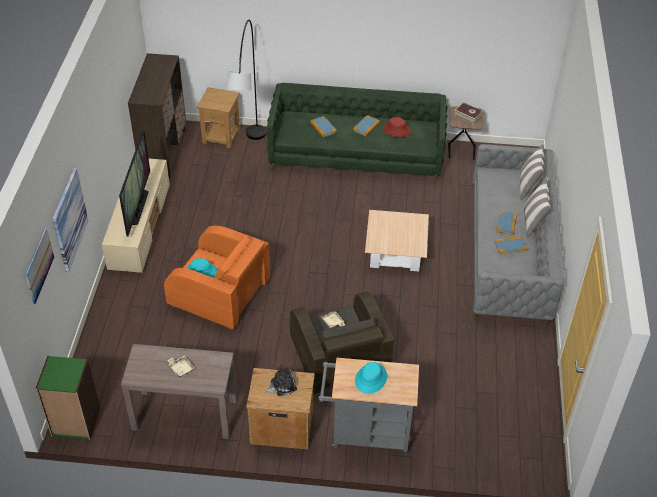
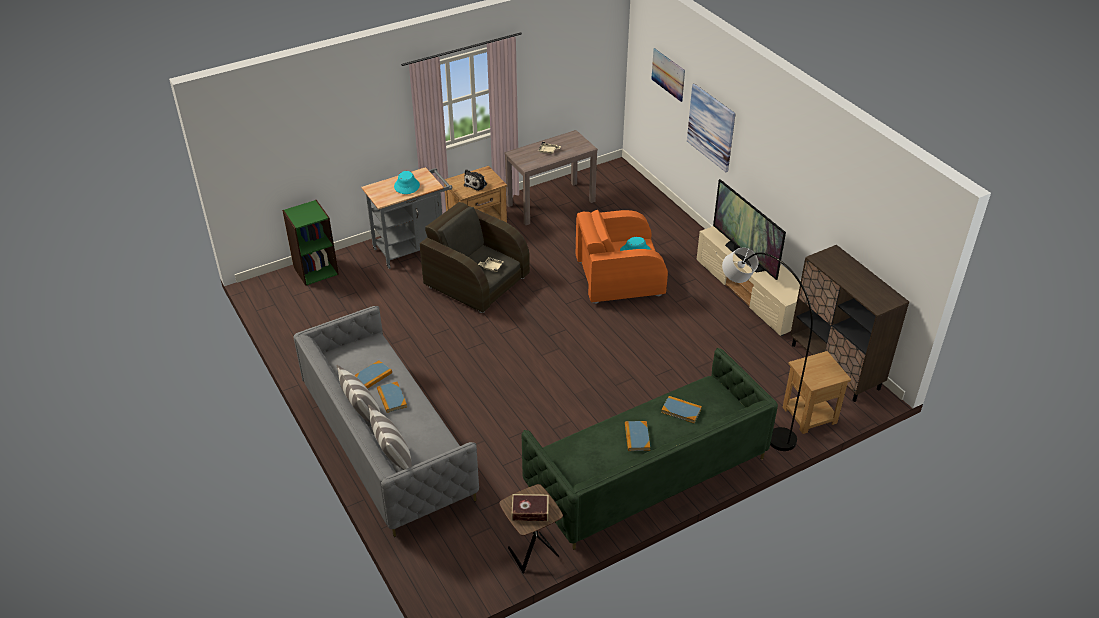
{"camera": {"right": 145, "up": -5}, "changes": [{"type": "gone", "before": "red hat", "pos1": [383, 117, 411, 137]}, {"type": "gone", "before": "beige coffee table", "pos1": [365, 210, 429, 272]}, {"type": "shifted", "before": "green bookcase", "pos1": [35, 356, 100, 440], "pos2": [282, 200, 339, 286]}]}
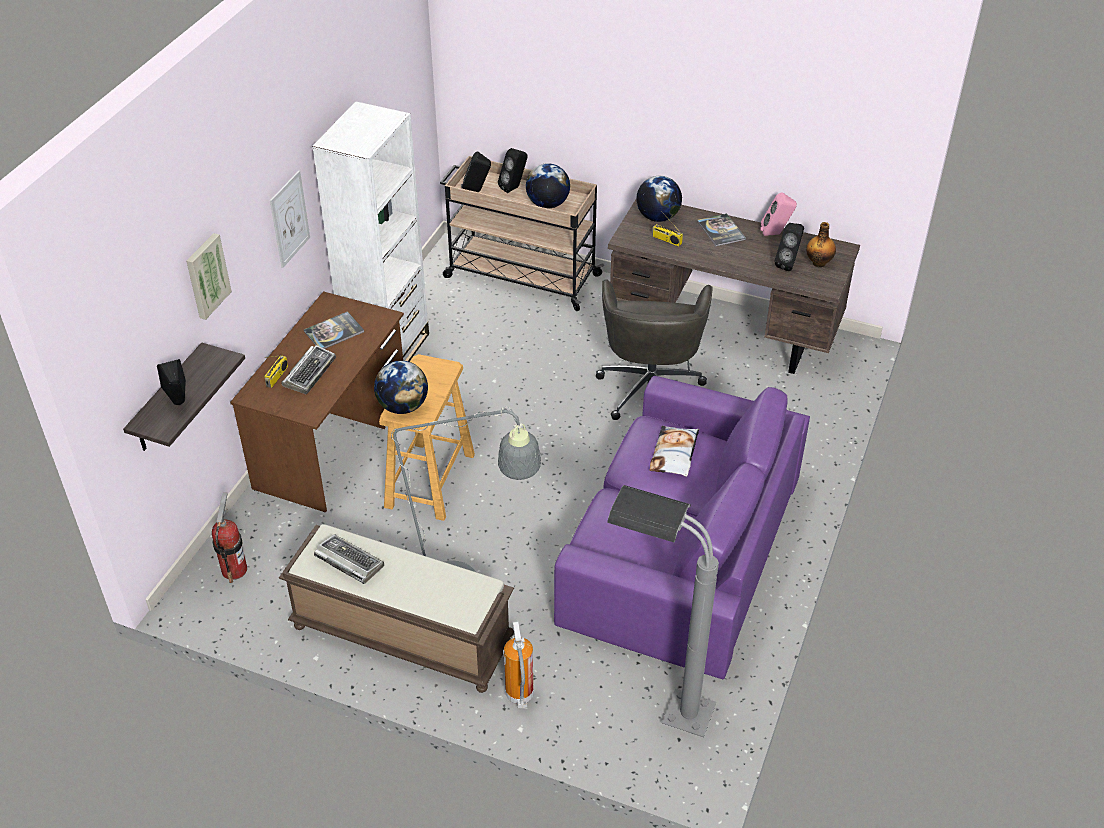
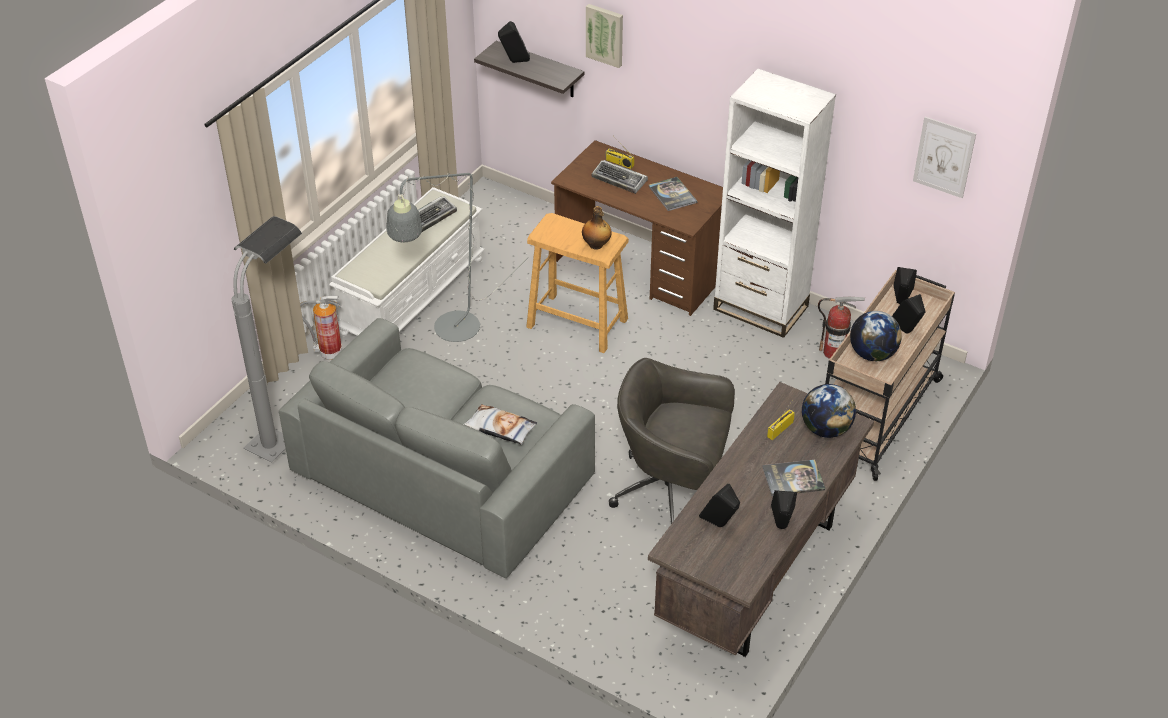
{"camera": {"right": 100, "up": 0}, "changes": [{"type": "shifted", "before": "picture", "pos1": [270, 171, 310, 268], "pos2": [913, 117, 976, 198]}, {"type": "repainted", "before": "pink speaker", "after": "black speaker", "pos1": [761, 192, 797, 236], "pos2": [771, 490, 797, 529]}, {"type": "shifted", "before": "bottle", "pos1": [806, 222, 836, 268], "pos2": [582, 206, 612, 250]}, {"type": "gone", "before": "globe", "pos1": [374, 360, 428, 414]}, {"type": "repainted", "before": "purple sofa", "after": "grey sofa", "pos1": [554, 376, 810, 679], "pos2": [279, 318, 595, 578]}, {"type": "shifted", "before": "fire extinguisher", "pos1": [212, 492, 247, 583], "pos2": [818, 297, 865, 359]}, {"type": "repainted", "before": "brown bench", "after": "white bench", "pos1": [279, 524, 514, 693], "pos2": [329, 187, 485, 336]}]}
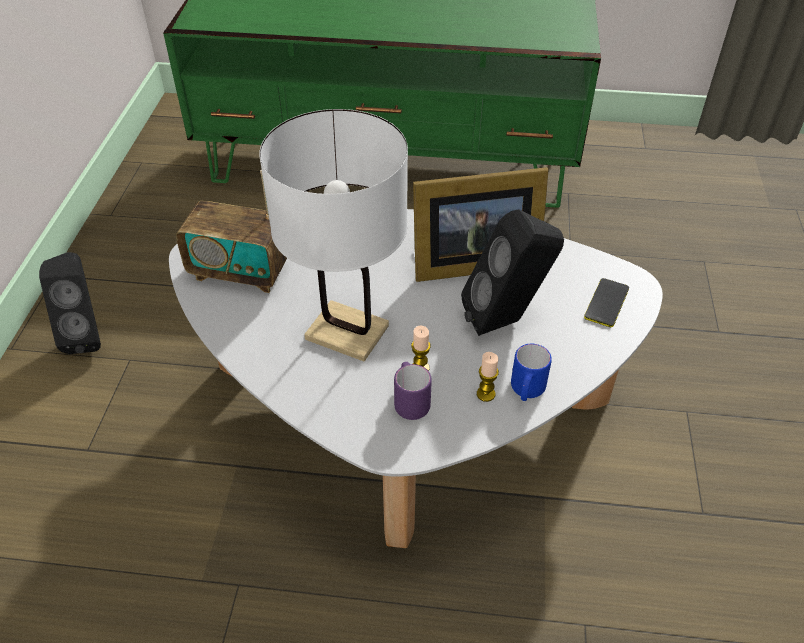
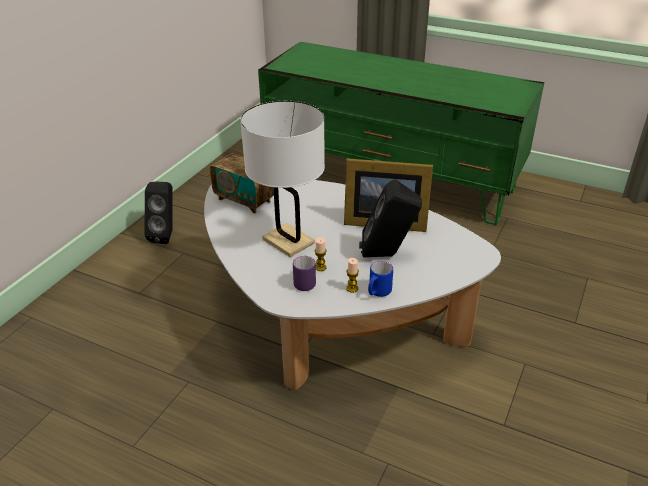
{"camera": {"right": 20, "up": -10}, "changes": [{"type": "gone", "before": "phone", "pos1": [584, 278, 629, 327]}]}
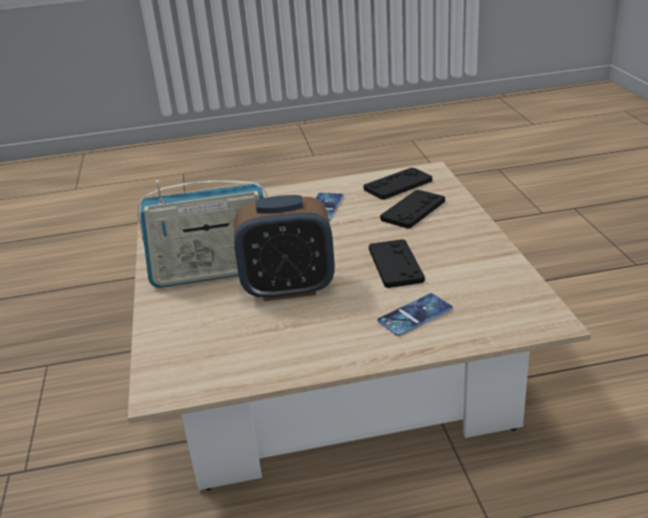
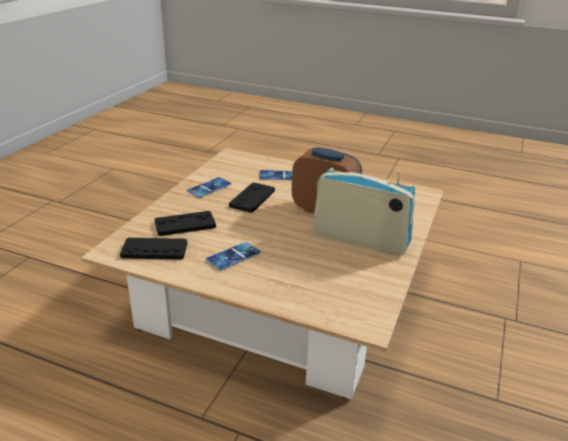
{"camera": {"right": -150, "up": 0}, "changes": [{"type": "new", "after": "phone", "pos2": [187, 177, 231, 198]}]}
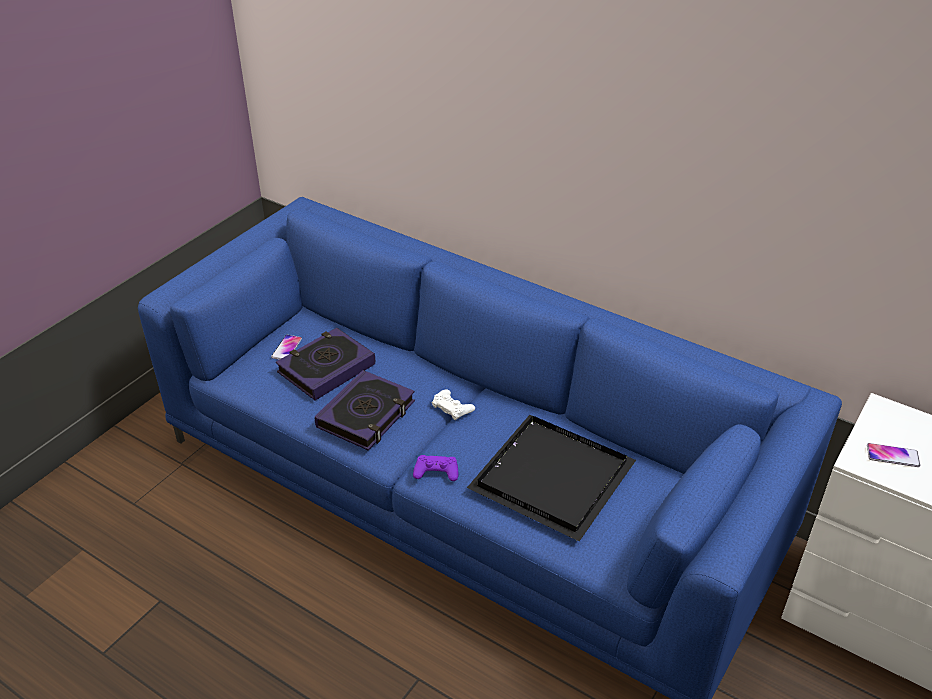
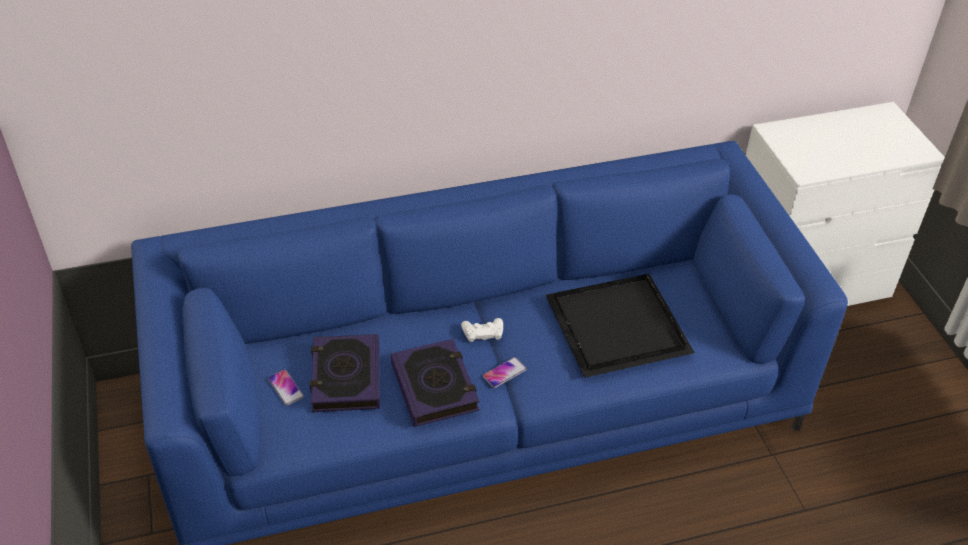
{"camera": {"right": -50, "up": 5}, "changes": [{"type": "shifted", "before": "phone", "pos1": [867, 443, 920, 467], "pos2": [483, 357, 527, 388]}, {"type": "gone", "before": "purple game controller", "pos1": [413, 455, 458, 481]}]}
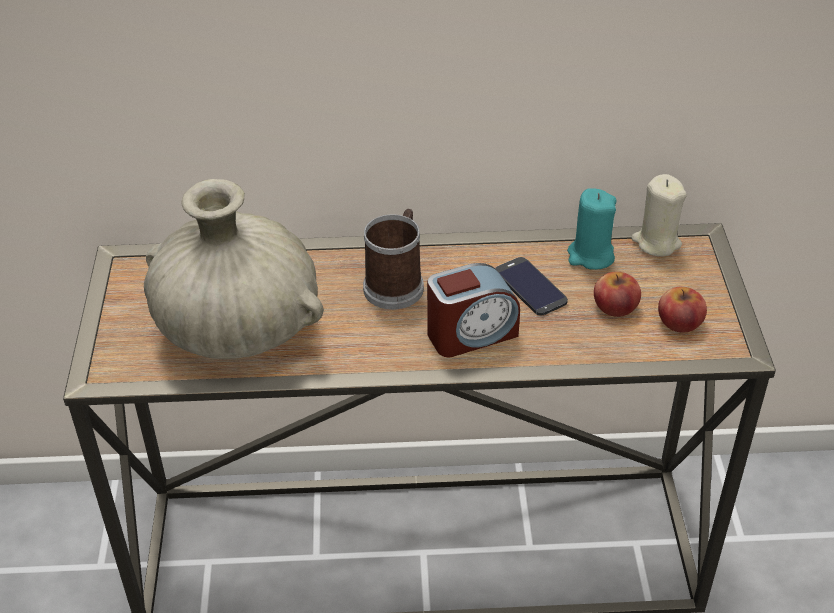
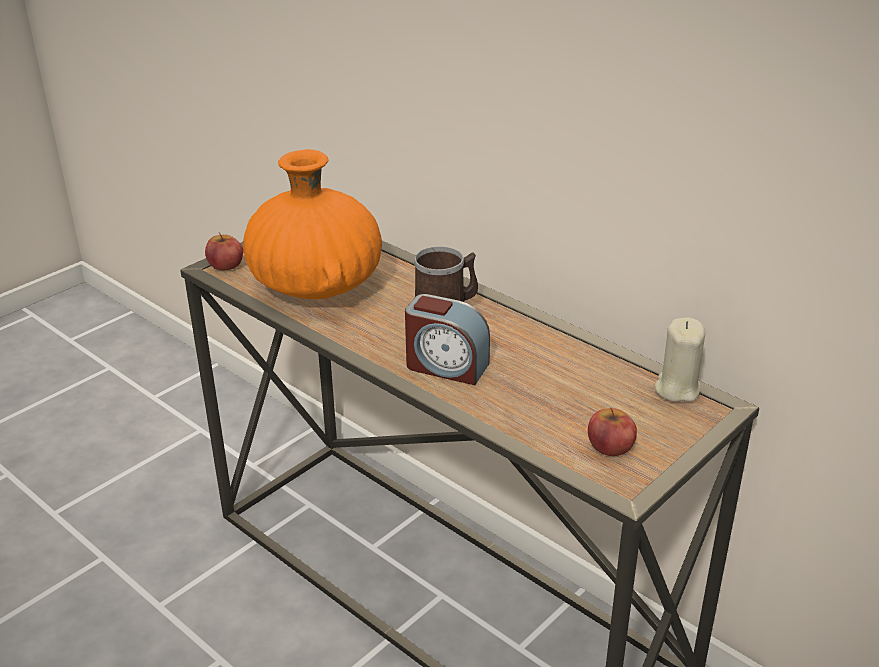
{"camera": {"right": 45, "up": -10}, "changes": [{"type": "repainted", "before": "beige vase", "after": "orange vase", "pos1": [144, 179, 324, 359], "pos2": [243, 149, 382, 299]}, {"type": "gone", "before": "turquoise candle", "pos1": [567, 188, 616, 270]}, {"type": "gone", "before": "phone", "pos1": [495, 257, 568, 316]}, {"type": "shifted", "before": "apple", "pos1": [594, 272, 641, 317], "pos2": [205, 233, 243, 270]}]}
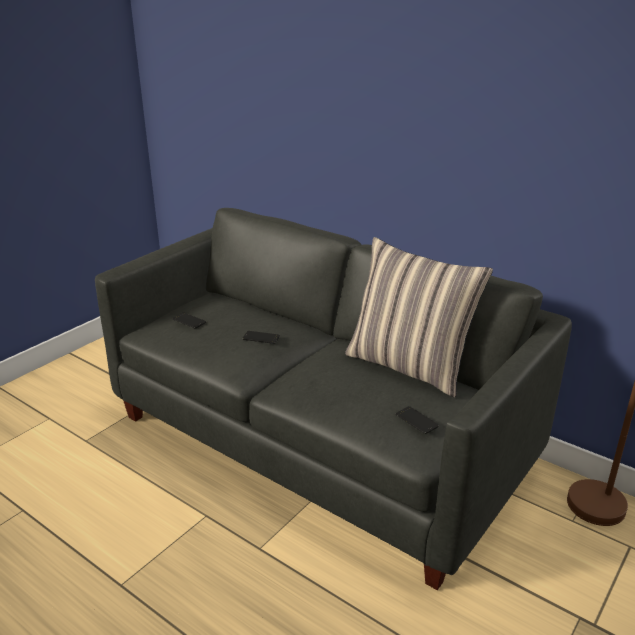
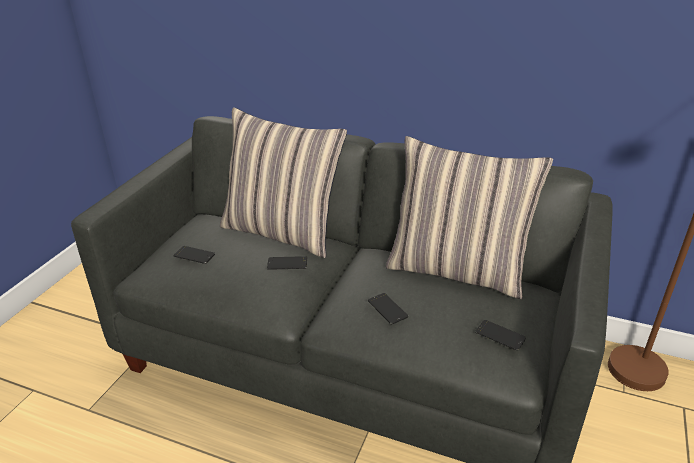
{"camera": {"right": -15, "up": 5}, "changes": [{"type": "new", "after": "pillow", "pos2": [220, 107, 347, 258]}, {"type": "new", "after": "phone", "pos2": [368, 293, 408, 324]}]}
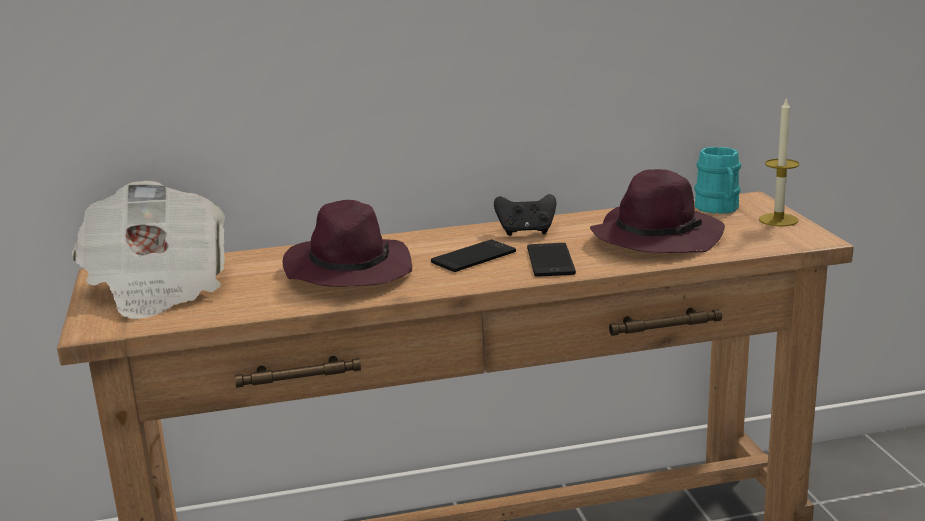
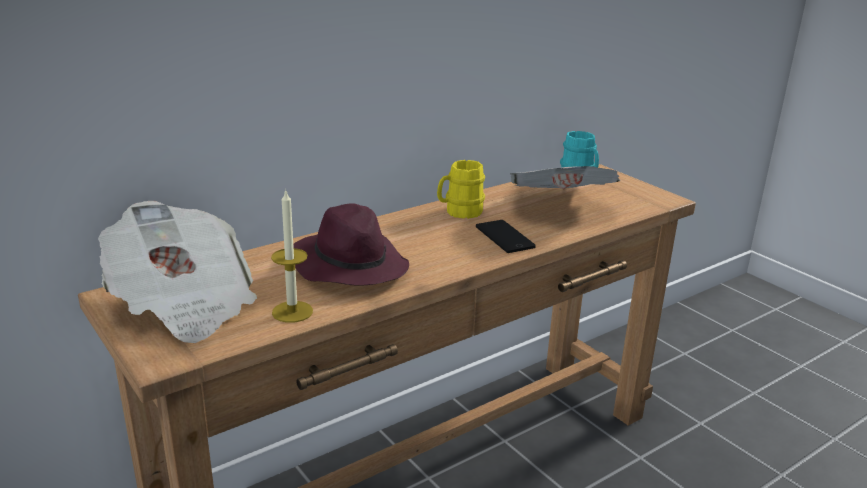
{"camera": {"right": -25, "up": 5}, "changes": [{"type": "shifted", "before": "candle", "pos1": [759, 97, 799, 226], "pos2": [271, 189, 313, 323]}, {"type": "swapped", "before": "purple hat", "after": "newspaper", "pos1": [590, 169, 725, 253], "pos2": [510, 166, 620, 190]}, {"type": "swapped", "before": "black game controller", "after": "yellow mug", "pos1": [494, 194, 556, 236], "pos2": [437, 160, 485, 219]}, {"type": "gone", "before": "phone", "pos1": [431, 240, 516, 272]}]}
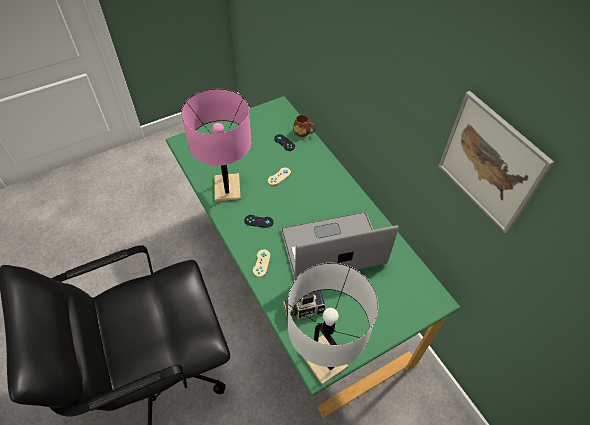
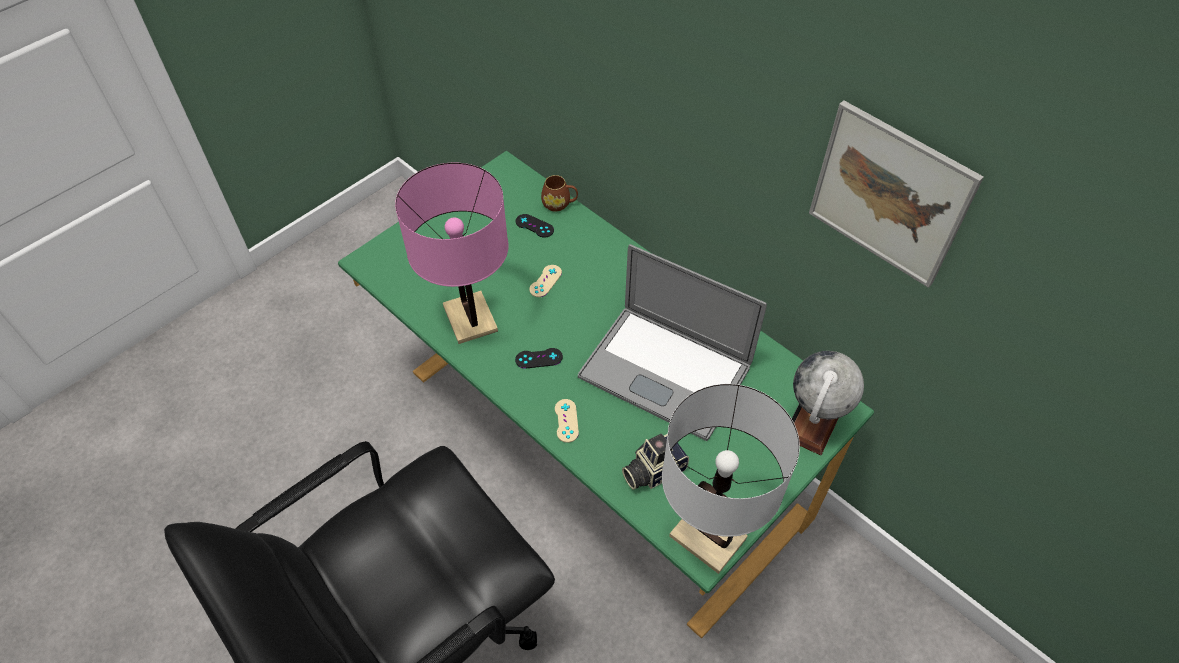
{"camera": {"right": -15, "up": 0}, "changes": [{"type": "rotated", "before": "laptop", "pos1": [281, 212, 399, 281], "pos2": [578, 244, 767, 441], "turn": -120}, {"type": "new", "after": "globe", "pos2": [792, 351, 864, 455]}]}
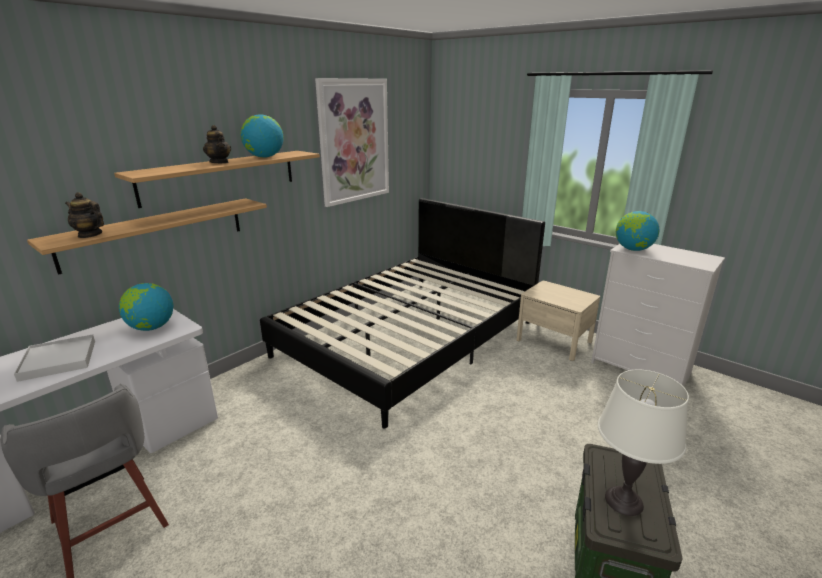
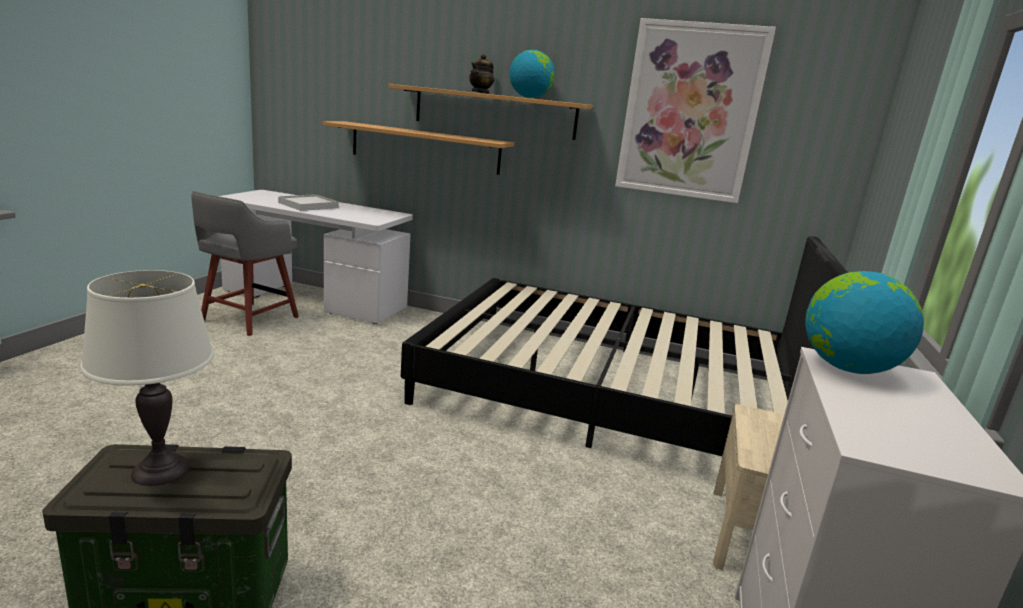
{"camera": {"right": 65, "up": -5}, "changes": [{"type": "gone", "before": "teapot", "pos1": [65, 192, 104, 238]}, {"type": "gone", "before": "globe", "pos1": [119, 283, 173, 331]}]}
